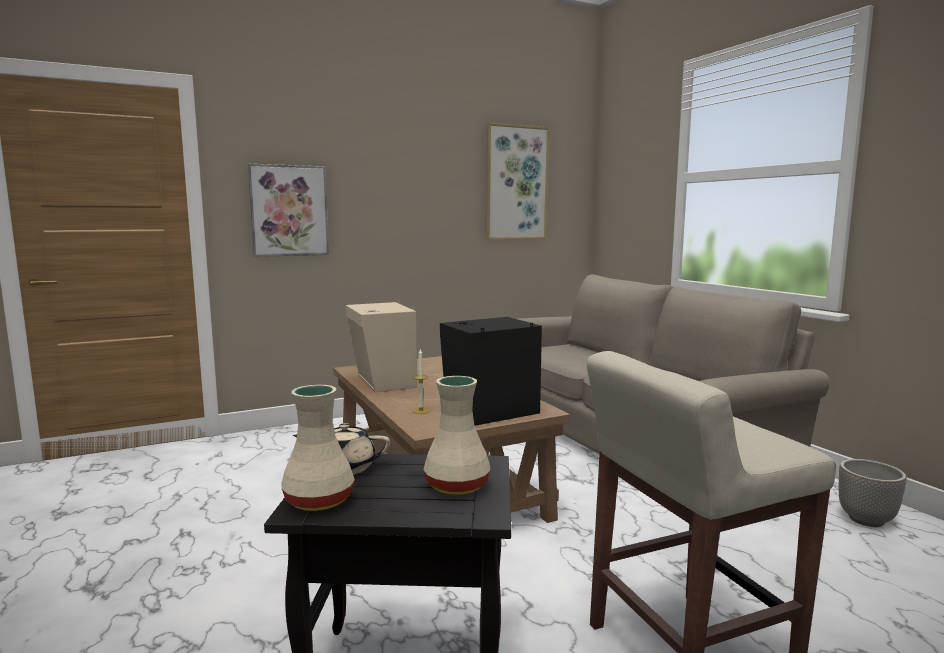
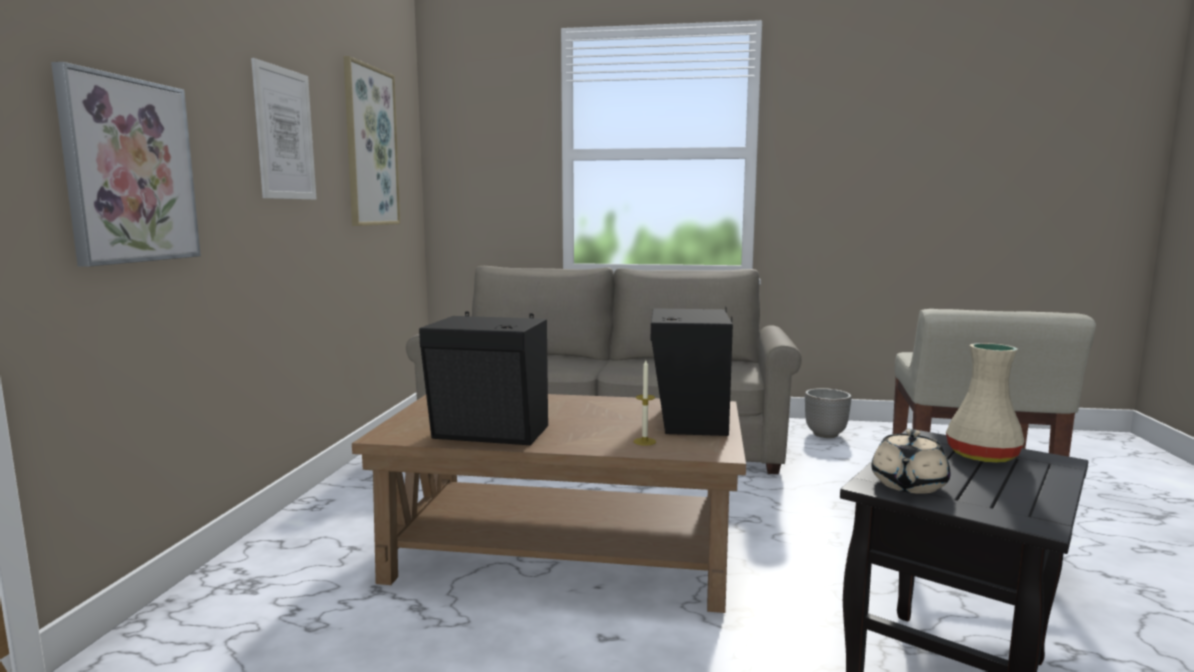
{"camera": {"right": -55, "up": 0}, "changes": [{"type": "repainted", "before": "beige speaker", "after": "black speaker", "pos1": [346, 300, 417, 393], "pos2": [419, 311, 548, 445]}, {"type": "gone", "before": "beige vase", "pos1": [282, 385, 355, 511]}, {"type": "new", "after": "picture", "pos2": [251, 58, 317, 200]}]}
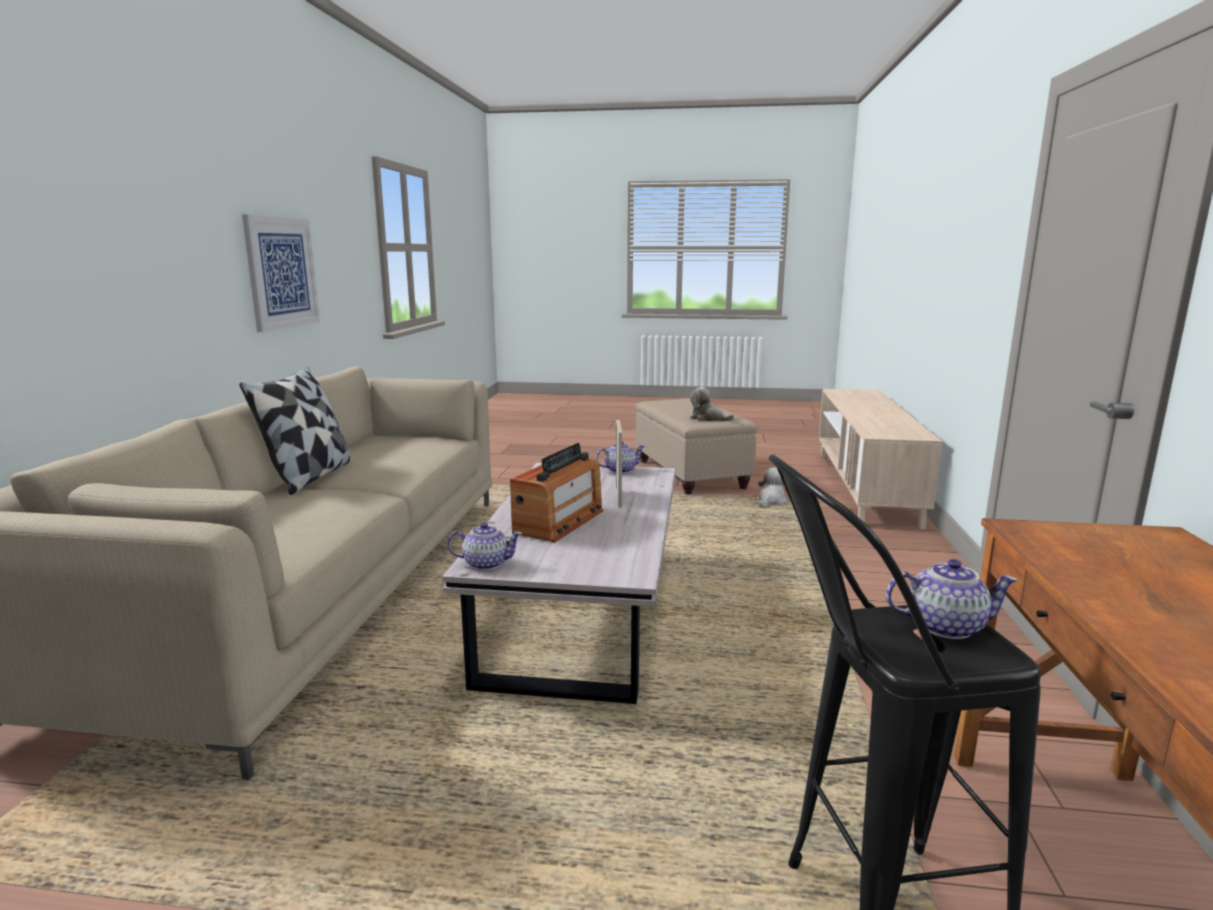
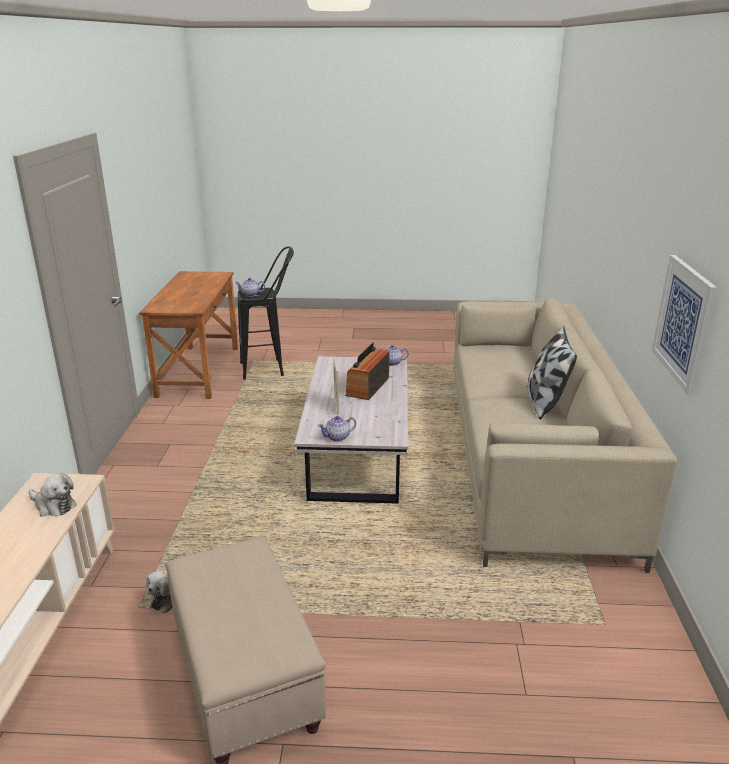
{"camera": {"right": 175, "up": 10}, "changes": [{"type": "shifted", "before": "plush toy", "pos1": [690, 387, 734, 421], "pos2": [28, 473, 77, 517]}]}
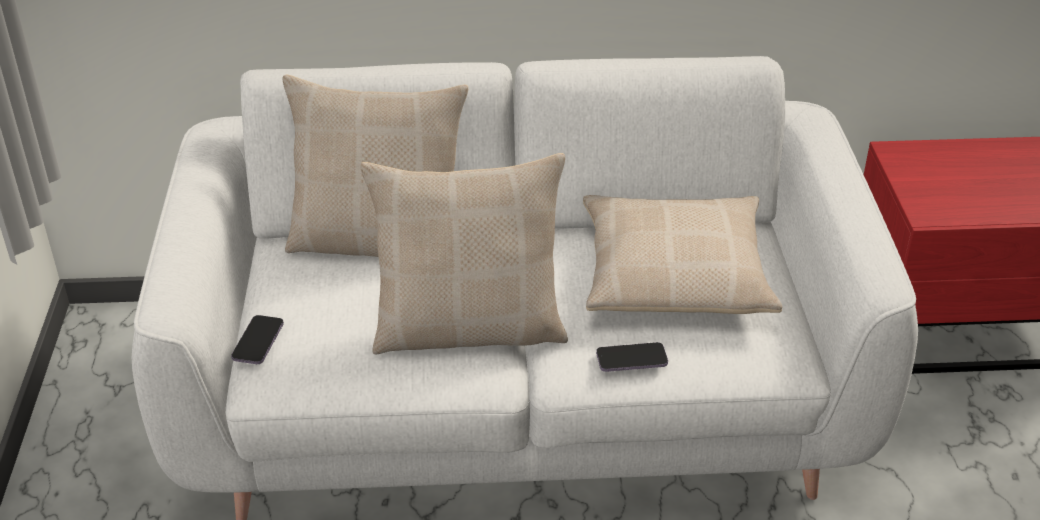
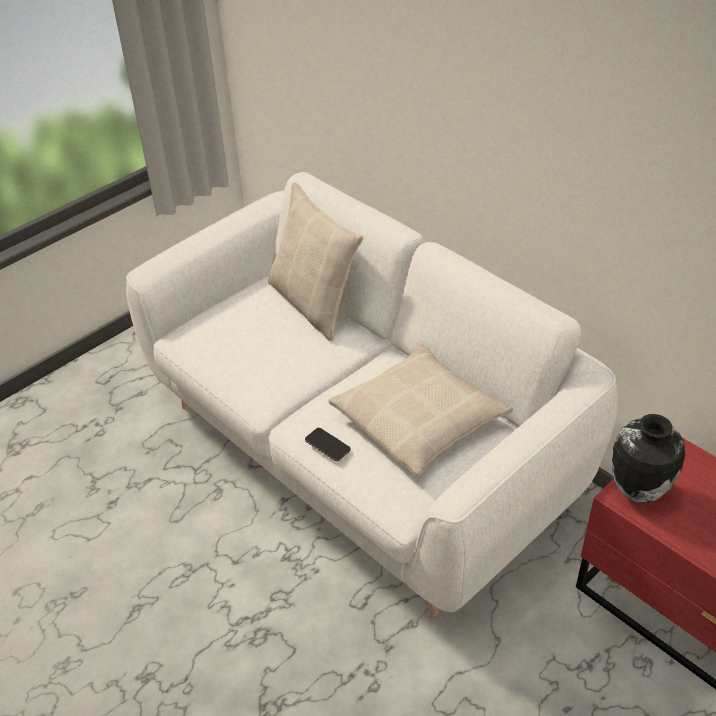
{"camera": {"right": 50, "up": 5}, "changes": [{"type": "gone", "before": "beige pillow", "pos1": [361, 153, 568, 354]}, {"type": "gone", "before": "phone", "pos1": [231, 315, 284, 364]}, {"type": "new", "after": "vase", "pos2": [612, 414, 685, 502]}]}
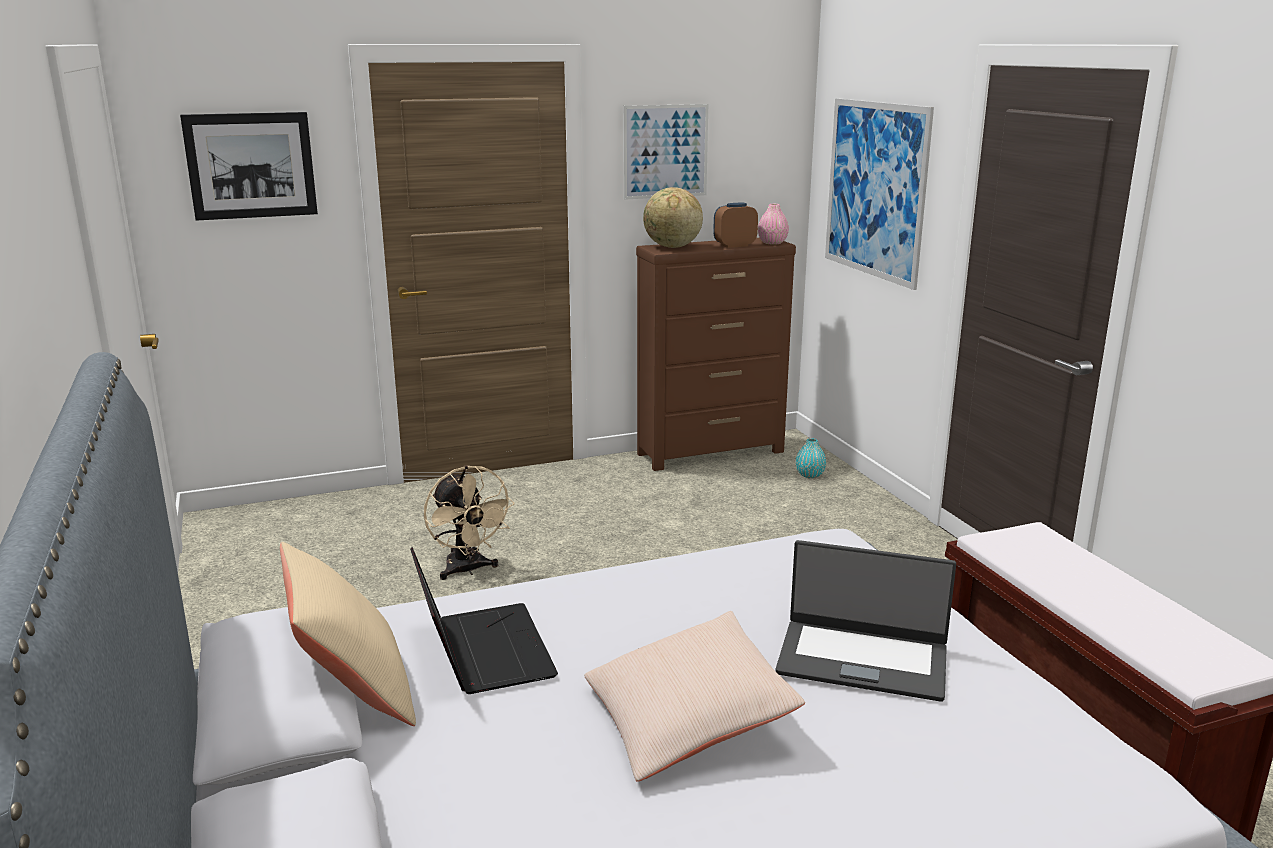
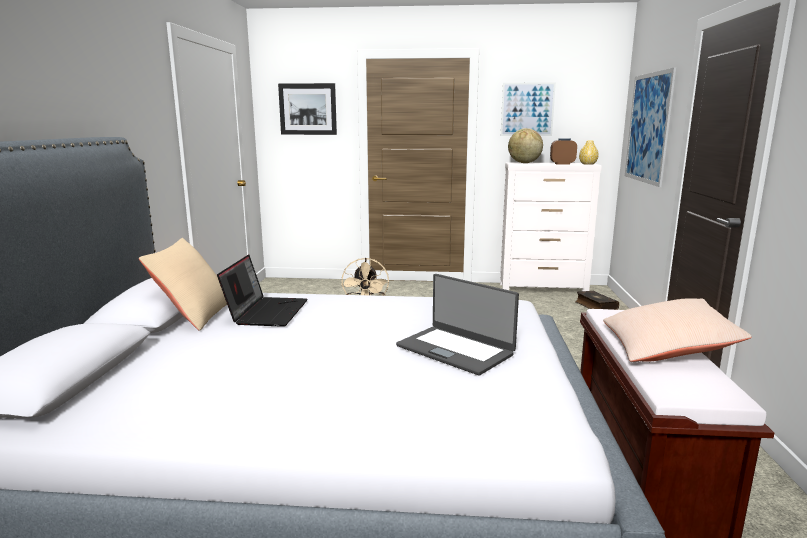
{"camera": {"right": 25, "up": -5}, "changes": [{"type": "repainted", "before": "pink vase", "after": "yellow vase", "pos1": [758, 204, 789, 245], "pos2": [579, 140, 599, 165]}, {"type": "repainted", "before": "brown dresser", "after": "white dresser", "pos1": [636, 238, 796, 471], "pos2": [500, 162, 602, 291]}, {"type": "swapped", "before": "turquoise vase", "after": "book", "pos1": [795, 438, 826, 478], "pos2": [575, 291, 619, 310]}, {"type": "shifted", "before": "beige pillow", "pos1": [584, 611, 805, 782], "pos2": [603, 298, 752, 362]}]}
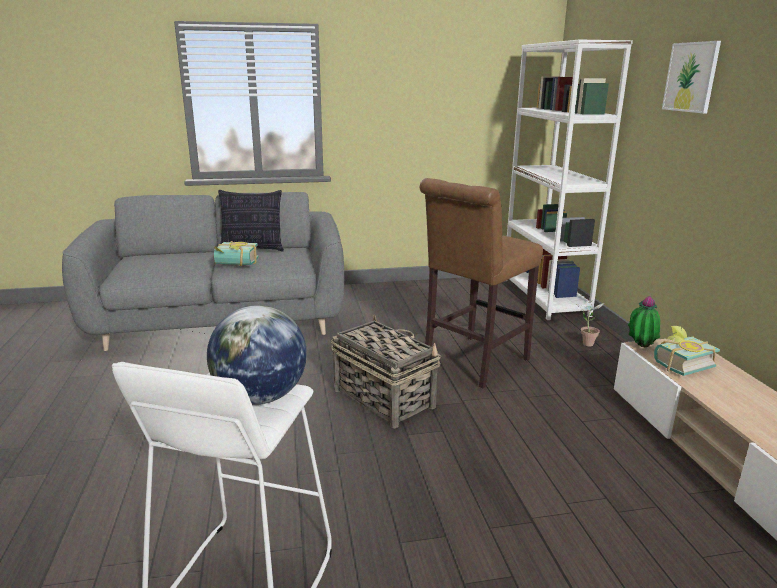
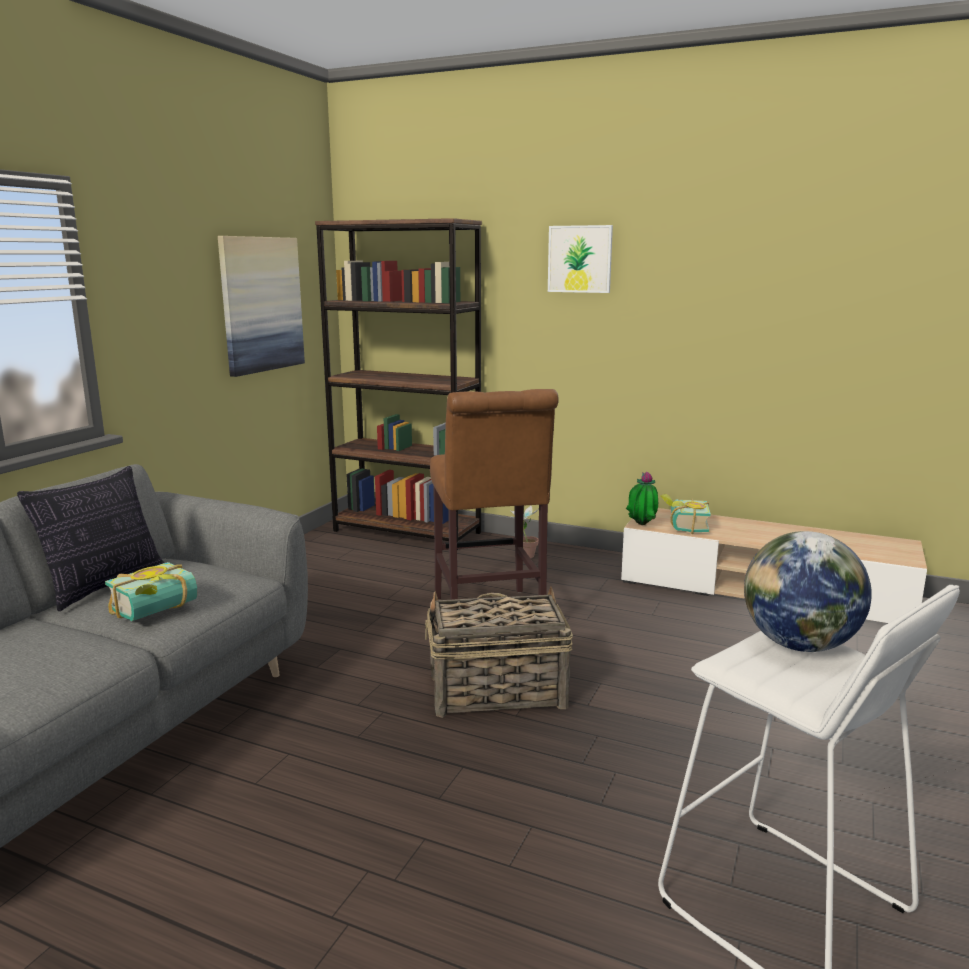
{"camera": {"right": -55, "up": -5}, "changes": [{"type": "repainted", "before": "white bookcase", "after": "brown bookcase", "pos1": [506, 40, 633, 320], "pos2": [315, 218, 482, 550]}, {"type": "new", "after": "picture", "pos2": [218, 236, 305, 377]}]}
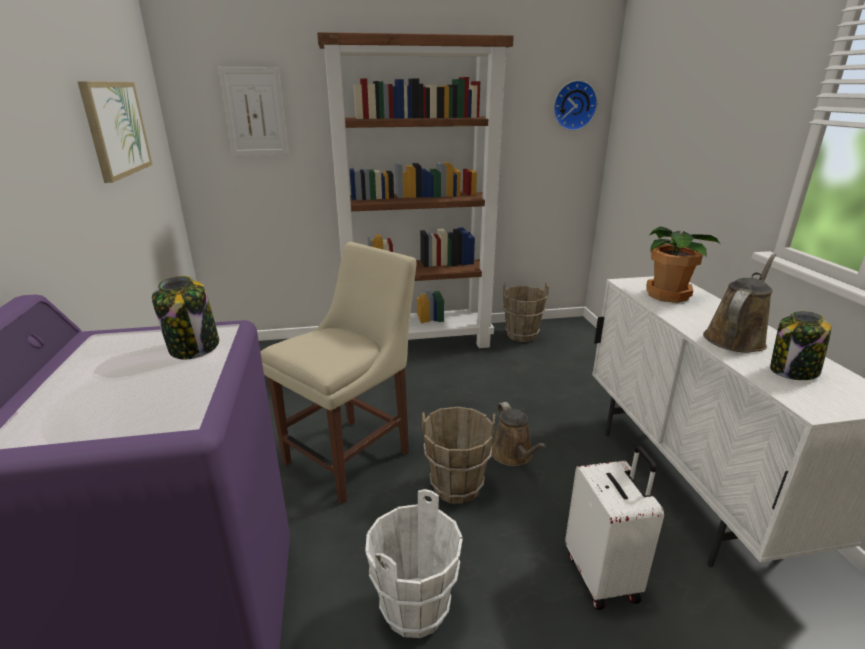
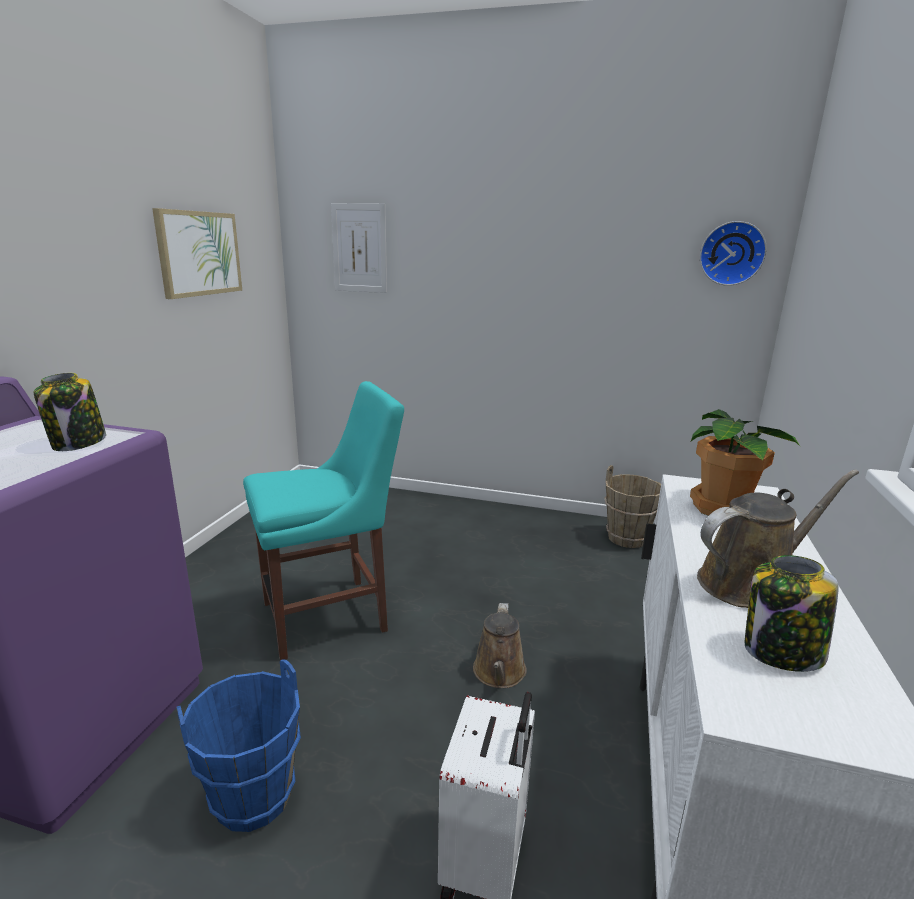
{"camera": {"right": 25, "up": -5}, "changes": [{"type": "gone", "before": "brown bookcase", "pos1": [317, 32, 514, 348]}, {"type": "repainted", "before": "beige chair", "after": "turquoise chair", "pos1": [260, 242, 416, 504], "pos2": [243, 381, 404, 660]}, {"type": "gone", "before": "brown bucket", "pos1": [422, 407, 495, 504]}, {"type": "repainted", "before": "white bucket", "after": "blue bucket", "pos1": [365, 489, 463, 638], "pos2": [176, 659, 301, 832]}]}
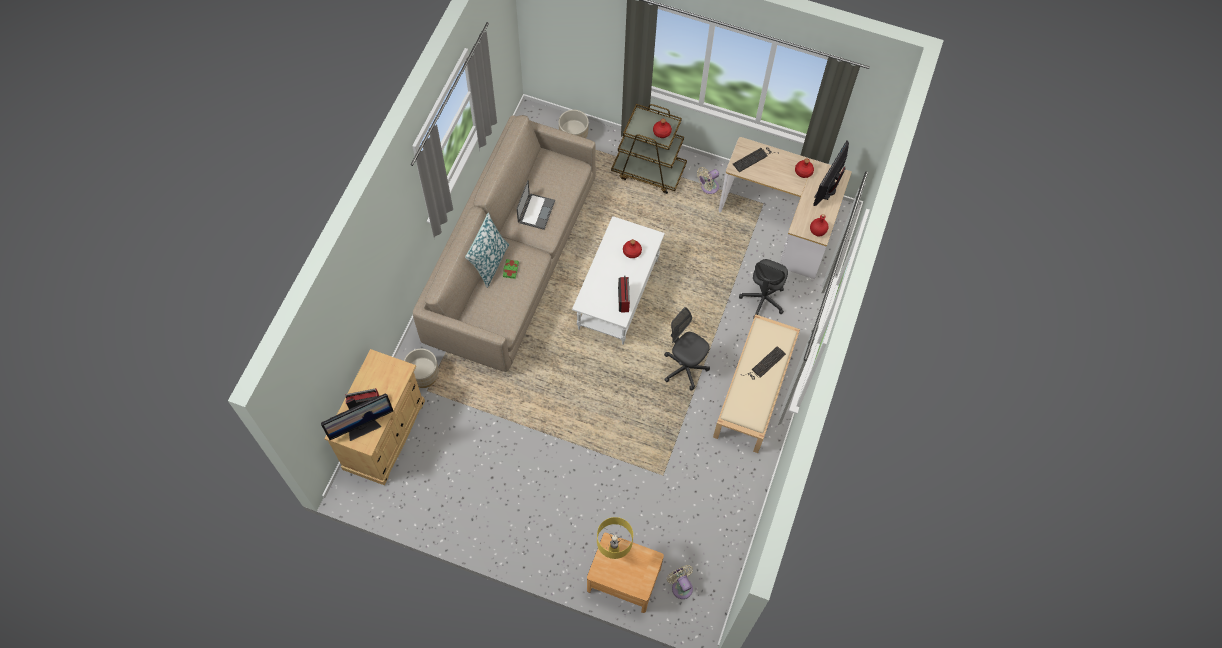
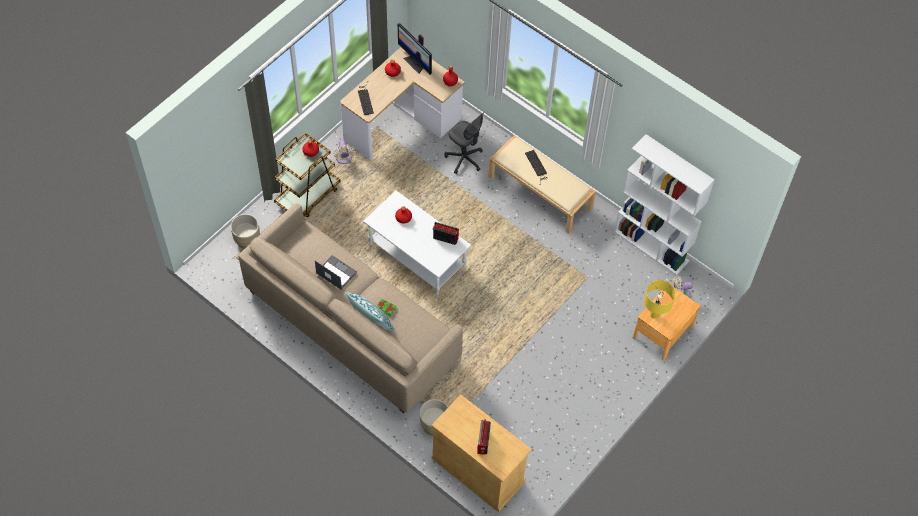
{"camera": {"right": -70, "up": -5}, "changes": [{"type": "gone", "before": "grey office chair", "pos1": [664, 307, 710, 390]}, {"type": "gone", "before": "monitor", "pos1": [321, 393, 393, 441]}, {"type": "new", "after": "white bookcase", "pos2": [614, 134, 715, 275]}]}
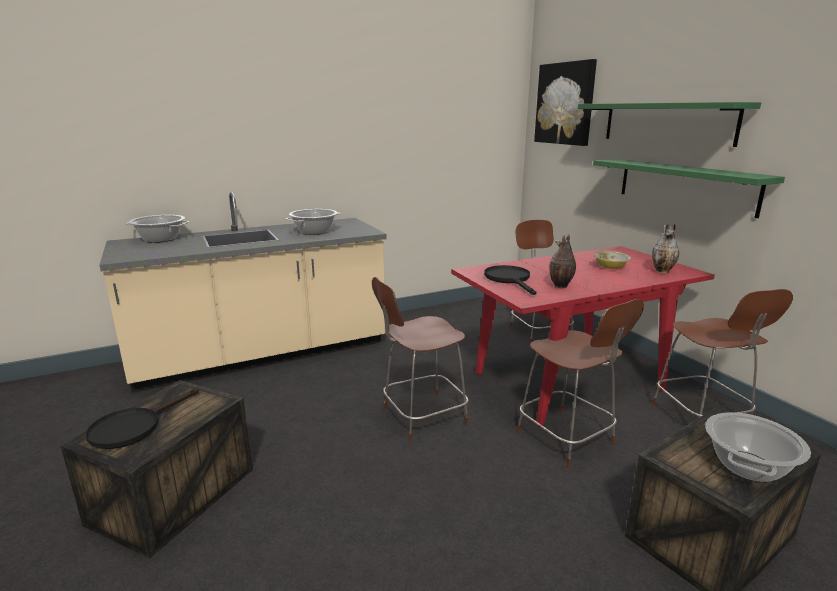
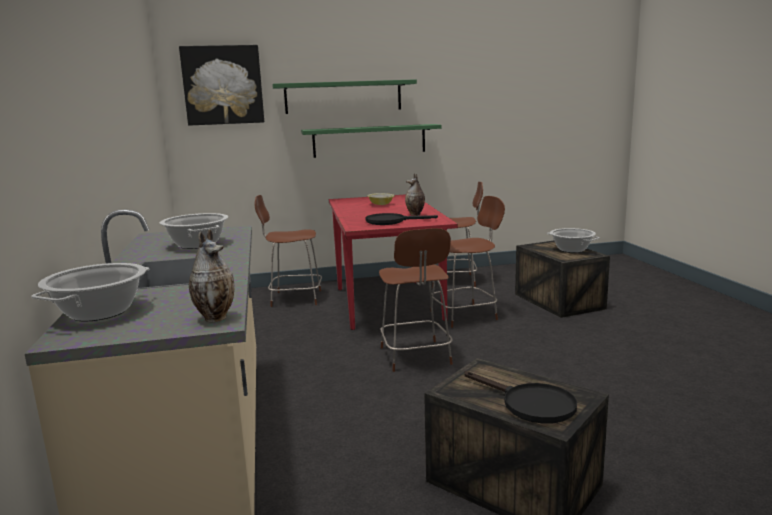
{"camera": {"right": -75, "up": -5}, "changes": [{"type": "shifted", "before": "vase", "pos1": [652, 223, 679, 273], "pos2": [189, 229, 234, 322]}]}
